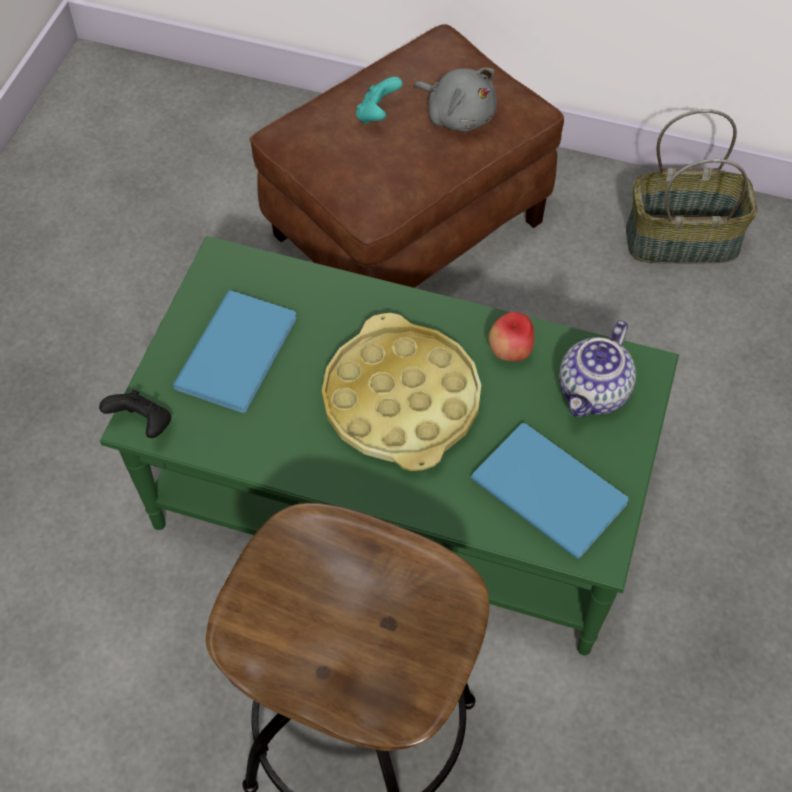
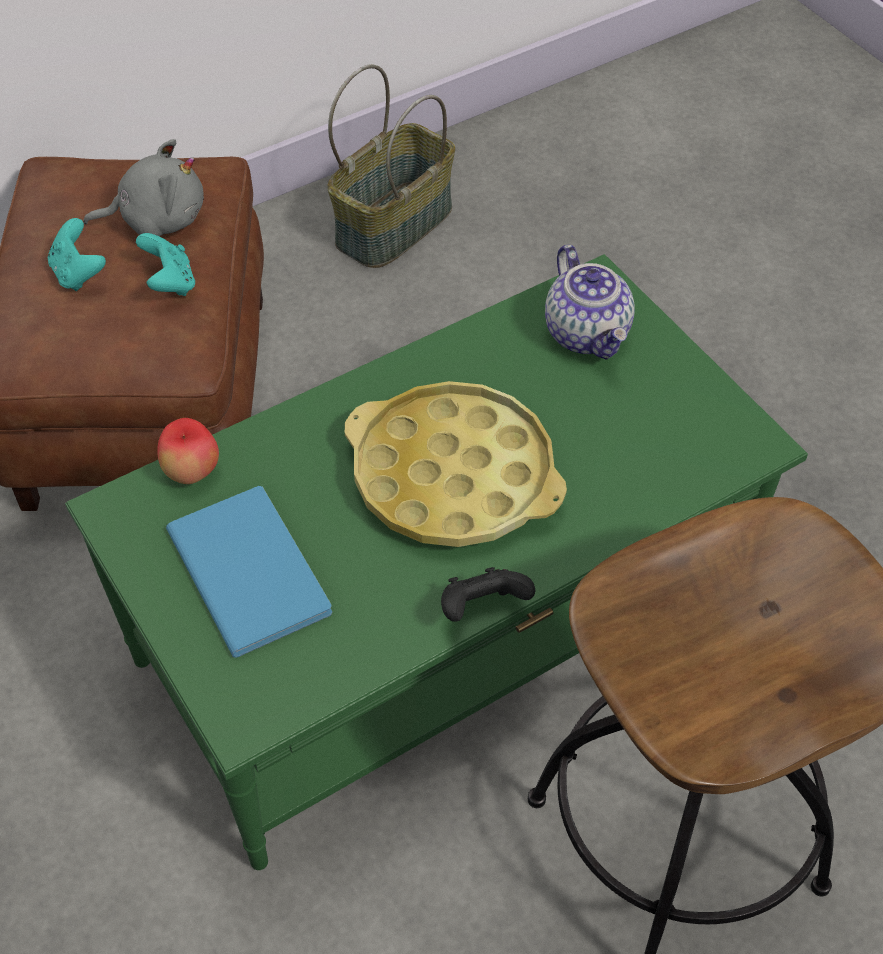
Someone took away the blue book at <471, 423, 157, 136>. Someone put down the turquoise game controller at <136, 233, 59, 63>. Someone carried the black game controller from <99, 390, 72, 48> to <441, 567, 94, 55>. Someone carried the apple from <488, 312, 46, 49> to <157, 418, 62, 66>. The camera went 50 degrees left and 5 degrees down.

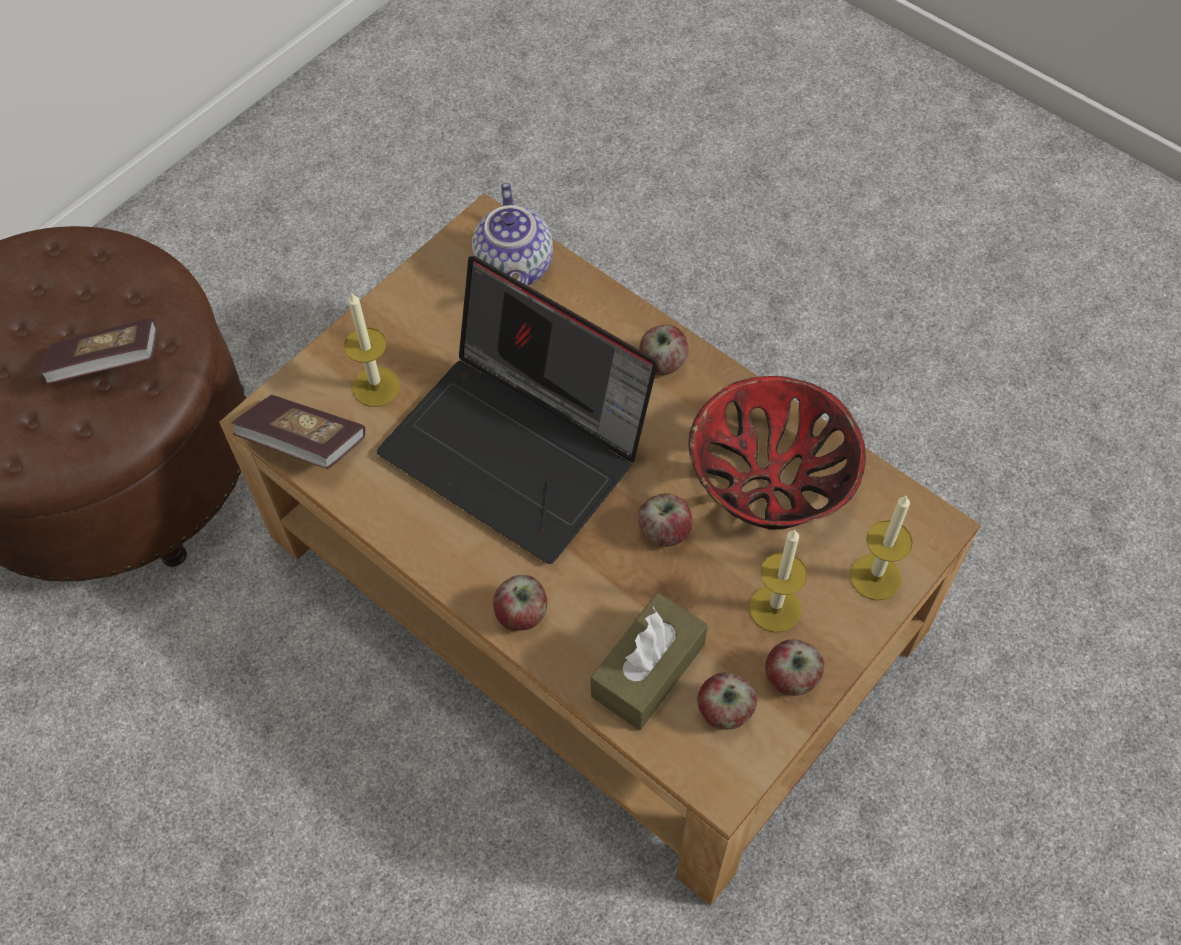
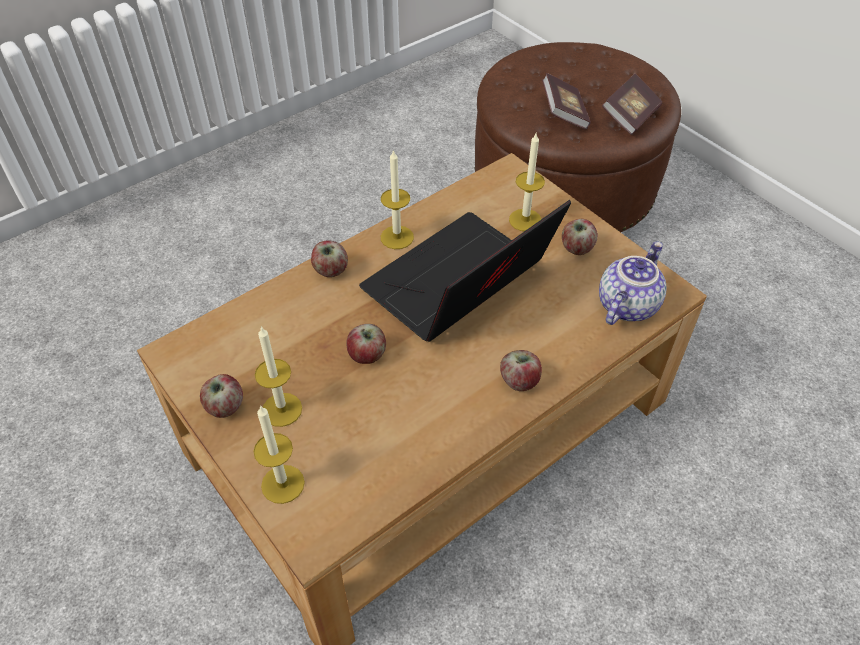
Someone took away the brown tissue box at <590, 592, 118, 138>. Someone took away the bowl at <688, 376, 178, 153>. Someone put down the candle at <381, 149, 33, 100>. Someone carried the book from <231, 395, 134, 74> to <602, 74, 60, 61>. Someone carried the apple from <697, 672, 60, 58> to <562, 219, 36, 36>. Someone rotated the teapot at <472, 183, 81, 103> by 120 degrees clockwise. The camera went 100 degrees right and 10 degrees down.

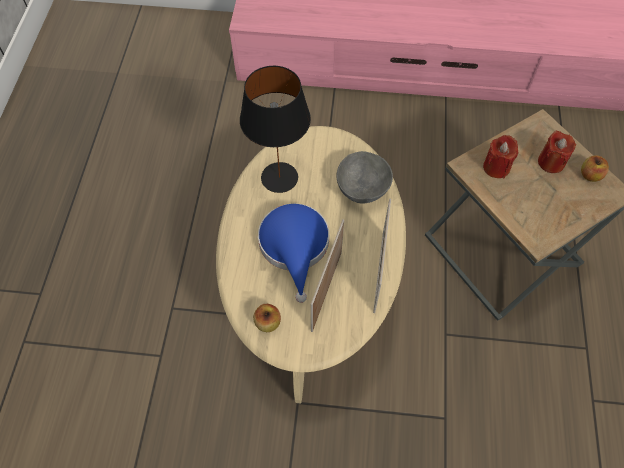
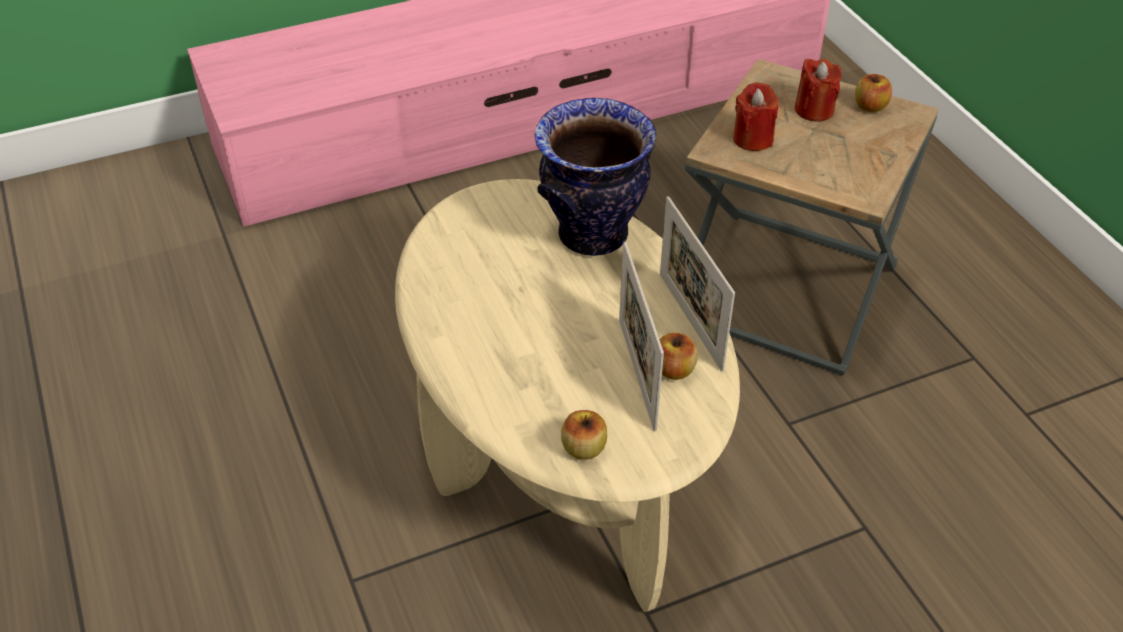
Someone took away the black table lamp at <240, 66, 71, 127>. Someone took away the blue hat at <258, 204, 71, 99>. Someone put down the apple at <659, 333, 39, 47>. Someone swapped the grey bowl at <336, 151, 57, 53> for the vase at <534, 98, 122, 158>. The camera went 30 degrees left and 15 degrees down.

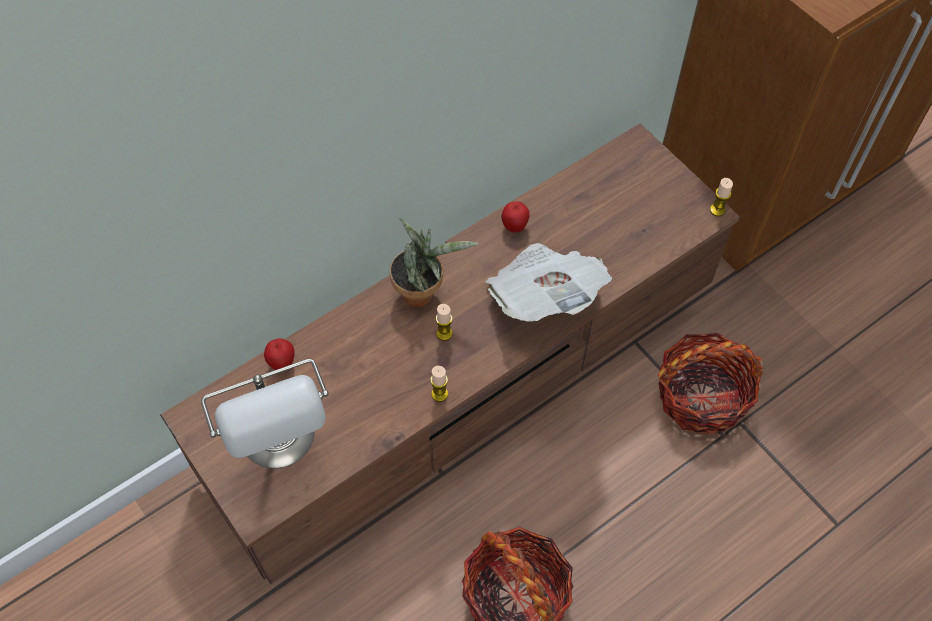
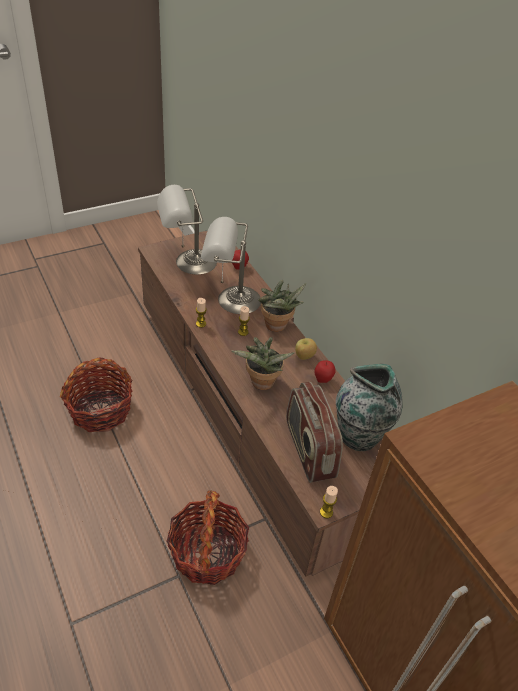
Someone put down the white table lamp at <201, 217, 60, 97>. Someone put down the radio at <286, 382, 57, 101>. Someone put down the apple at <295, 338, 22, 22>. Someone put down the vase at <336, 364, 67, 87>. Someone swapped the newspaper at <485, 243, 127, 79> for the potted plant at <231, 337, 63, 53>. The camera went 95 degrees right and 15 degrees down.

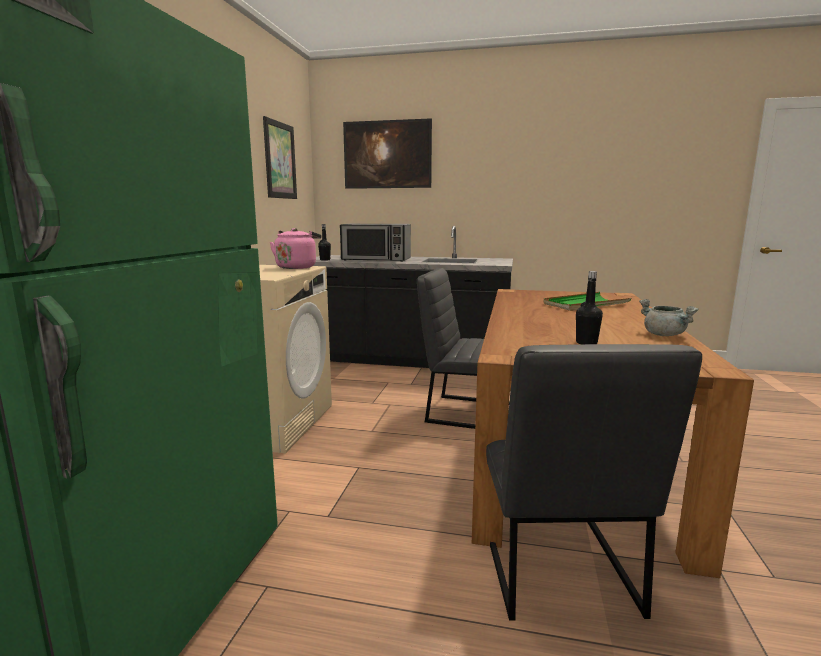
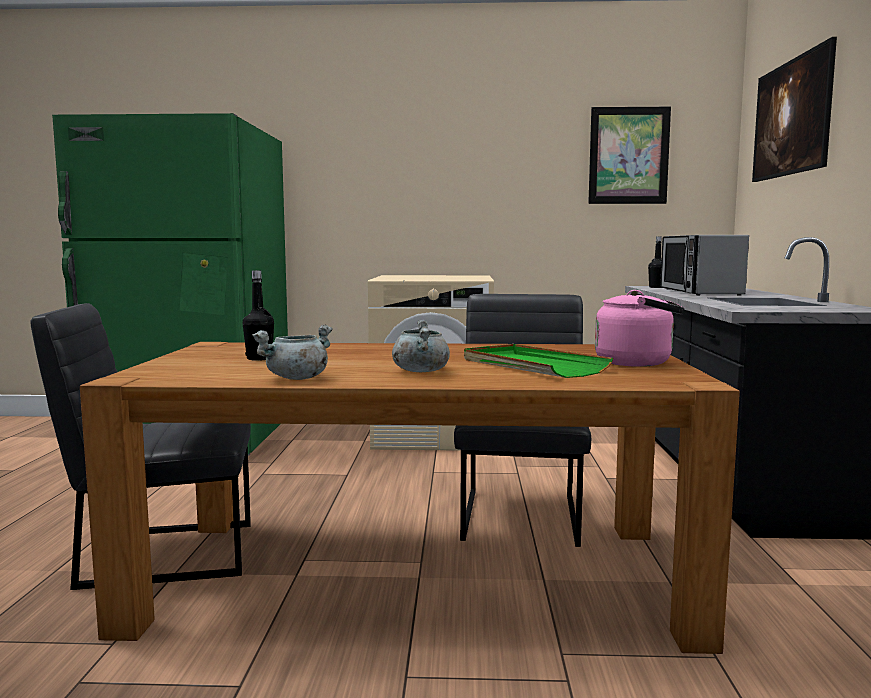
Someone put down the grey cooking pot at <392, 320, 58, 52>. Someone carried the pink kettle from <270, 228, 51, 41> to <595, 290, 89, 77>. The camera went 80 degrees right and 5 degrees down.

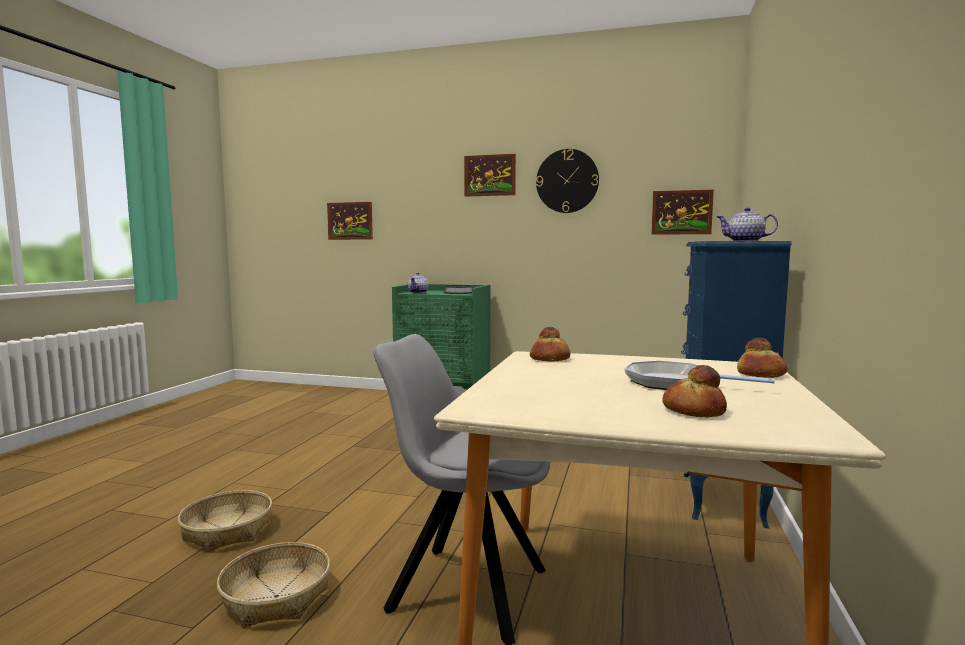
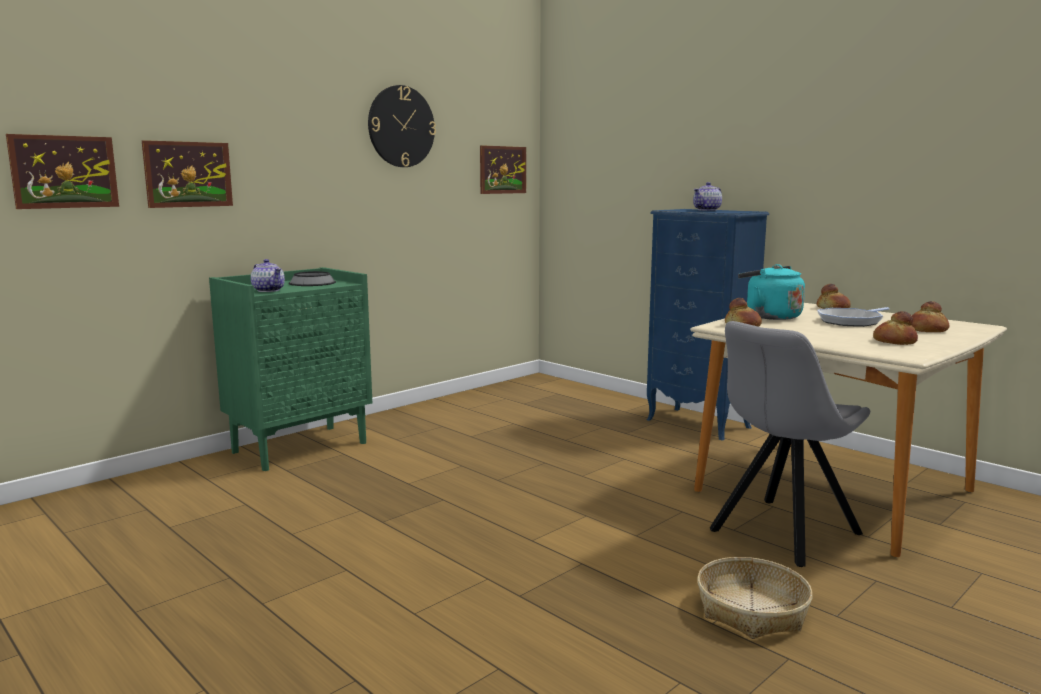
Someone took away the basket at <178, 490, 94, 62>. Someone put down the turquoise kettle at <738, 264, 67, 56>. Someone put down the bread at <873, 311, 45, 34>. Someone carried the picture from <464, 154, 52, 43> to <142, 140, 91, 68>. The camera went 60 degrees left and 5 degrees up.

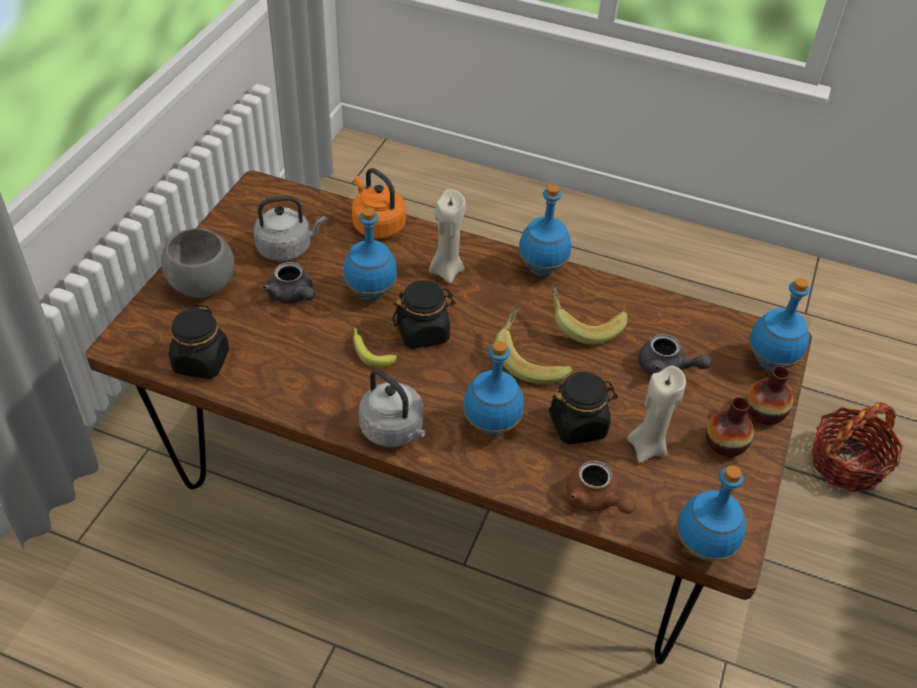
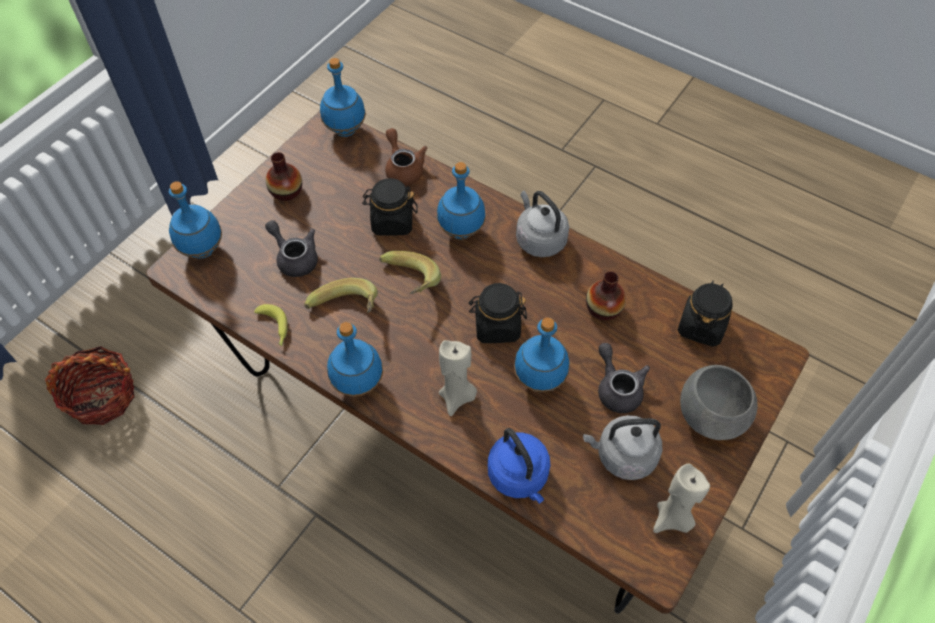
Someone carried the banana from <353, 327, 43, 40> to <254, 304, 34, 42>. Someone carried the beige candle from <627, 366, 59, 97> to <653, 464, 57, 69>. Someone carried the vase from <746, 366, 47, 59> to <586, 271, 40, 49>. Someone repainted the orange kettle at <352, 168, 54, 71>, which became the blue kettle at <488, 428, 63, 76>. The camera went 165 degrees left and 10 degrees up.

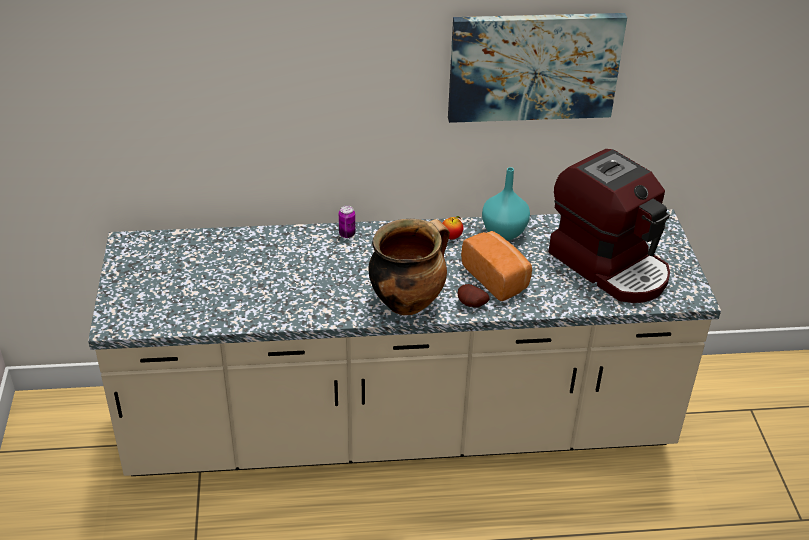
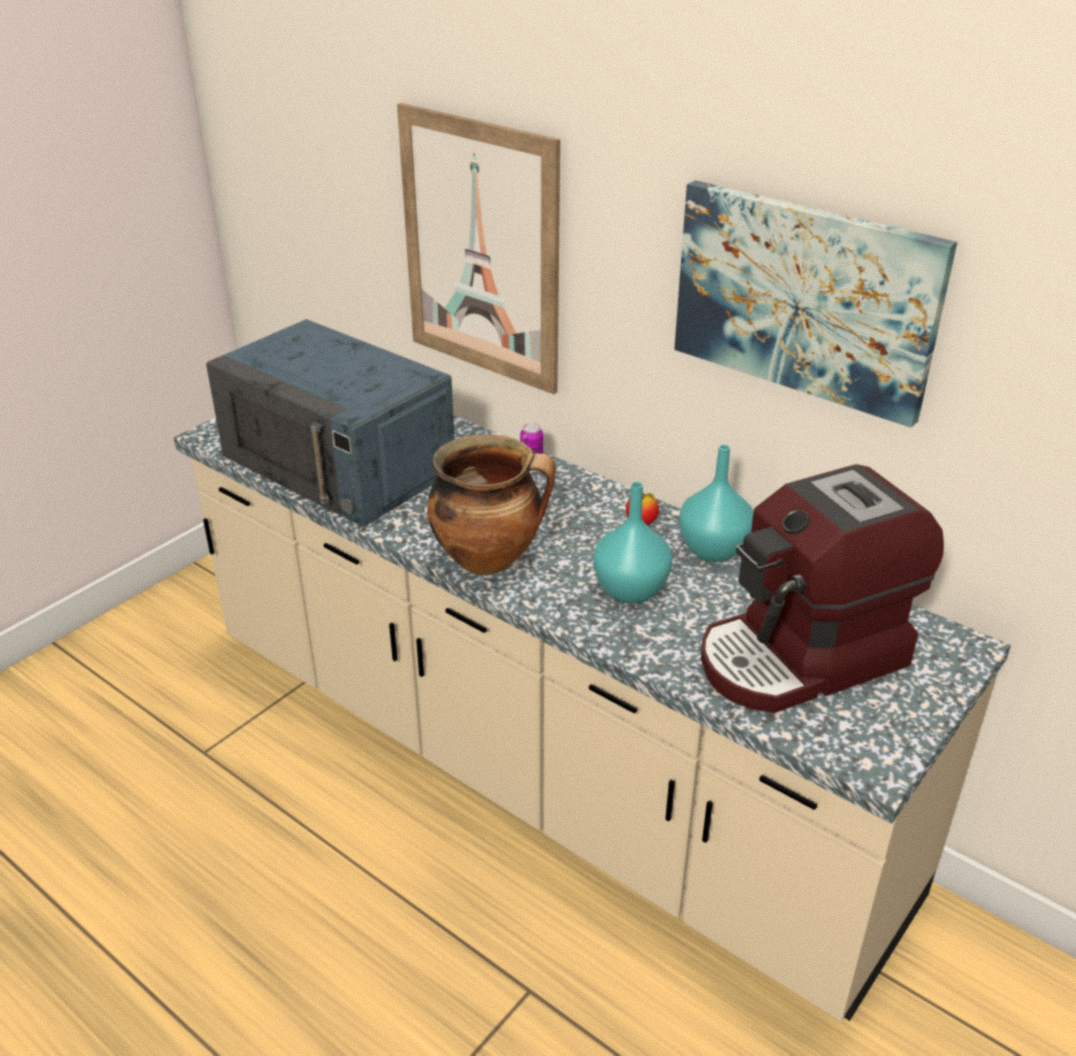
Someone took away the potato at <458, 284, 32, 24>. Someone put down the blue microwave at <206, 319, 249, 208>. Someone put up the picture at <397, 103, 163, 292>. Someone swapped the bread at <461, 231, 71, 70> for the turquoise vase at <593, 482, 79, 122>. Someone rotated the coffee machine at <549, 149, 121, 154> by 60 degrees clockwise. The camera went 45 degrees right and 5 degrees down.

